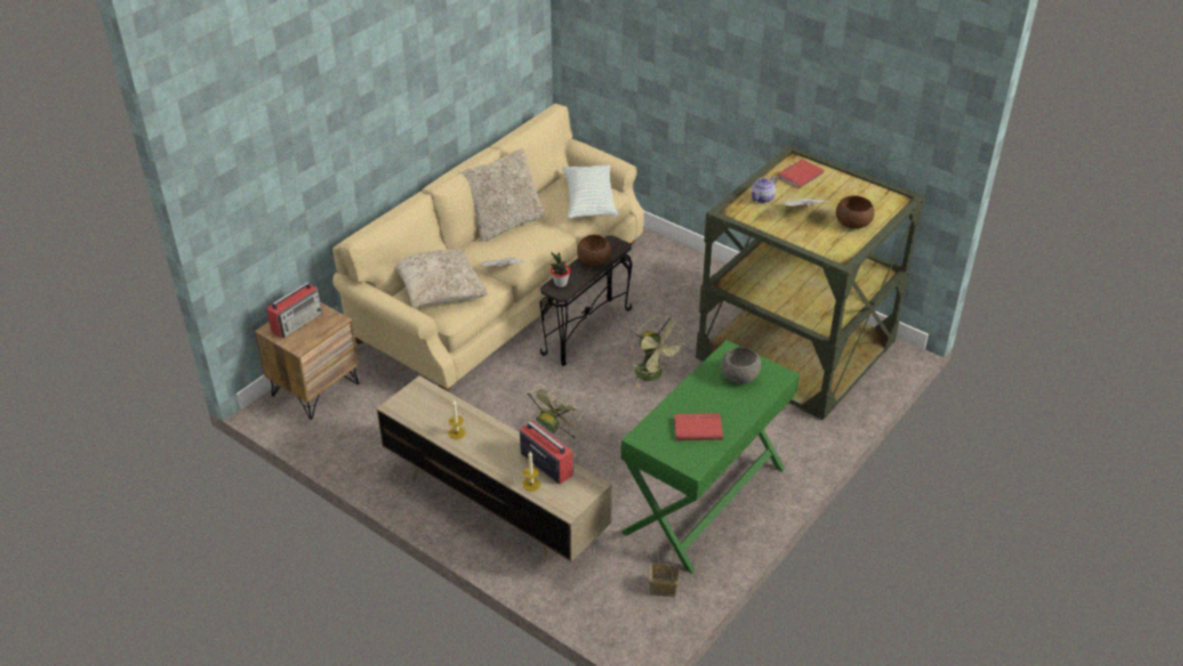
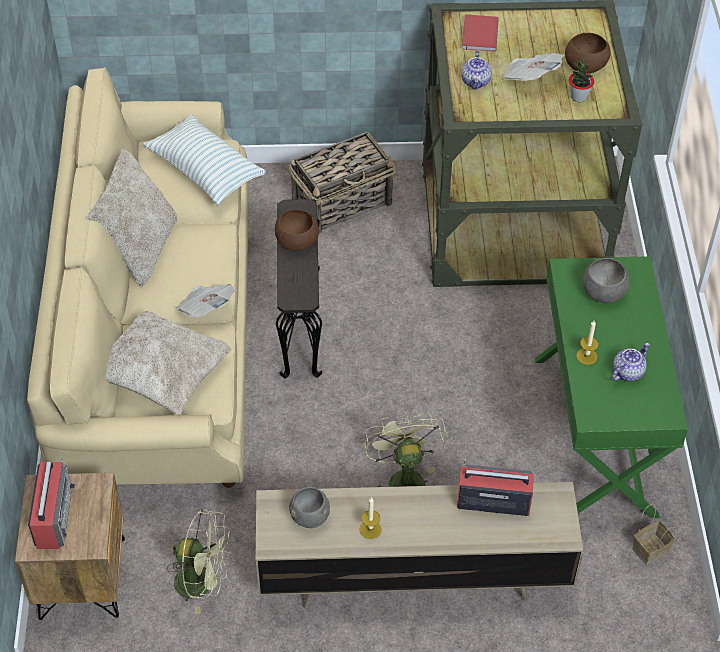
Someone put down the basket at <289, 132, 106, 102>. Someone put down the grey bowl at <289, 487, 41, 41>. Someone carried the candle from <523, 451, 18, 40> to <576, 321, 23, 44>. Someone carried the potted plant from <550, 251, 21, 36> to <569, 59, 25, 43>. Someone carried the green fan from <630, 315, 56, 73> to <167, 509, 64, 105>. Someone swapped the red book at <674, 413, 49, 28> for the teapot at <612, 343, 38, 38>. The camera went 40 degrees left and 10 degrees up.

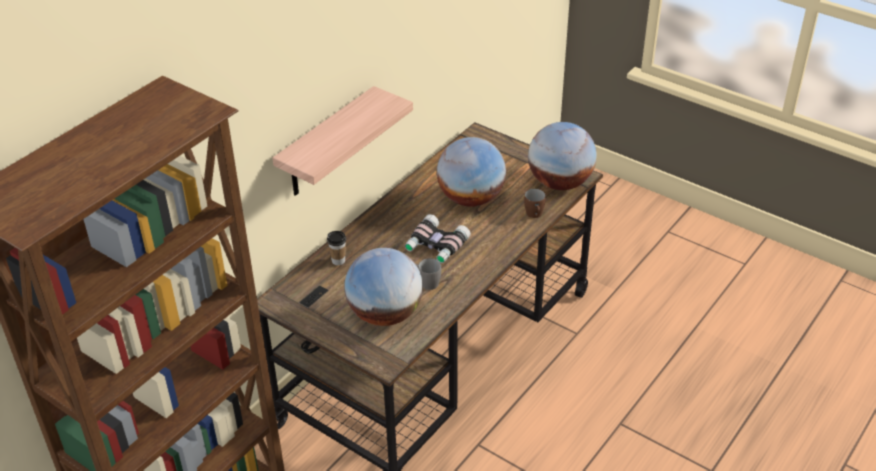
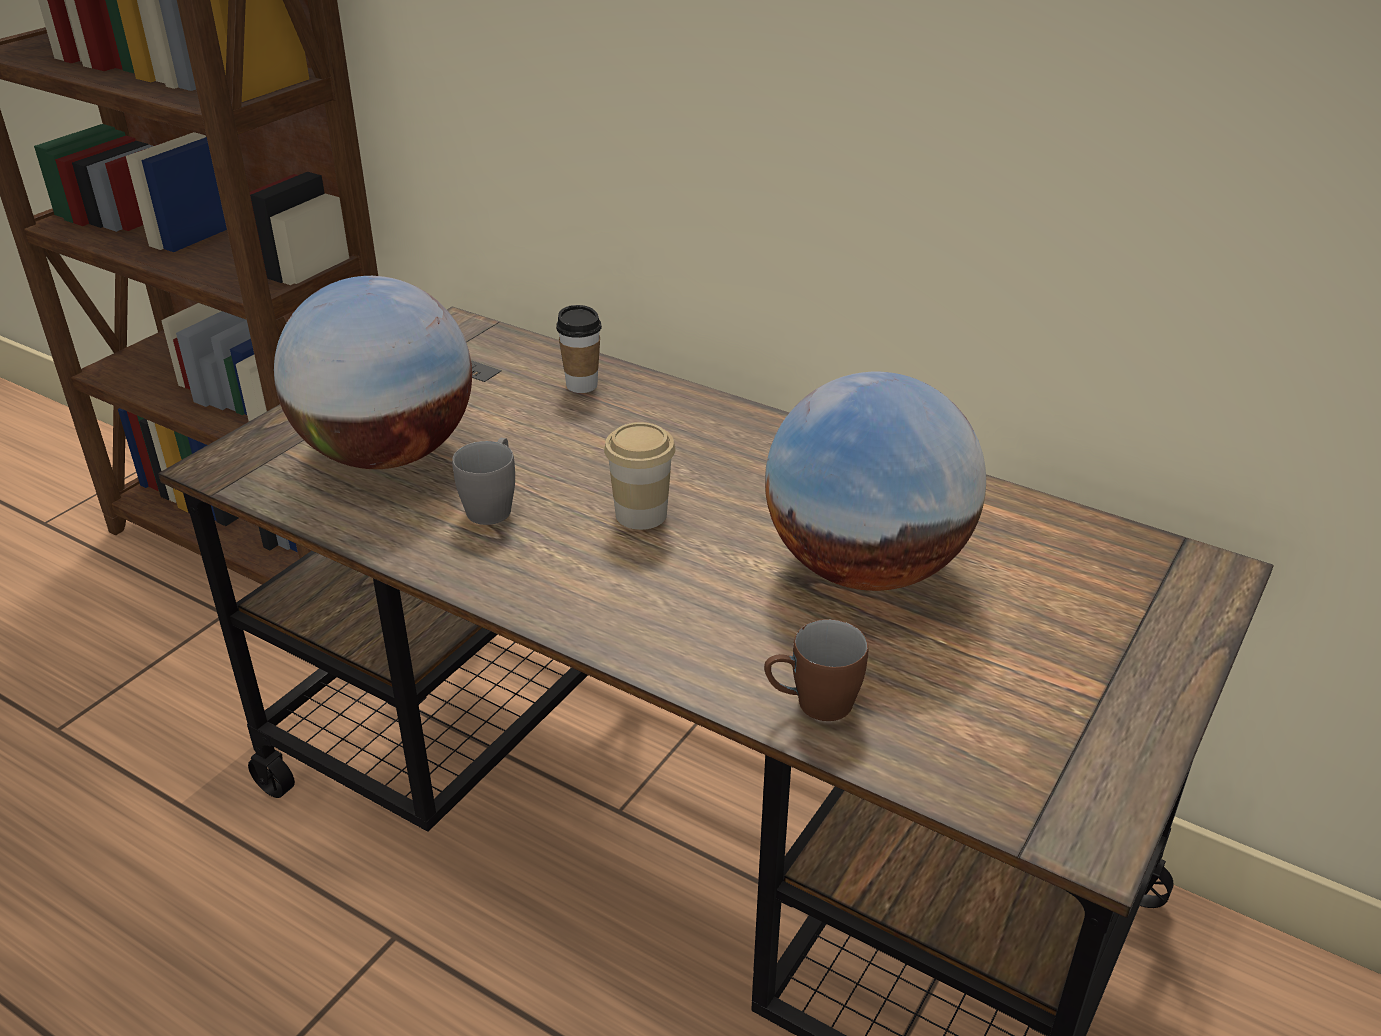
Someone took away the shelf at <273, 86, 140, 110>. Someone took away the globe at <528, 122, 69, 68>. Someone swapped the binoculars at <405, 214, 66, 49> for the cup at <604, 422, 71, 108>. The camera went 85 degrees right and 5 degrees down.

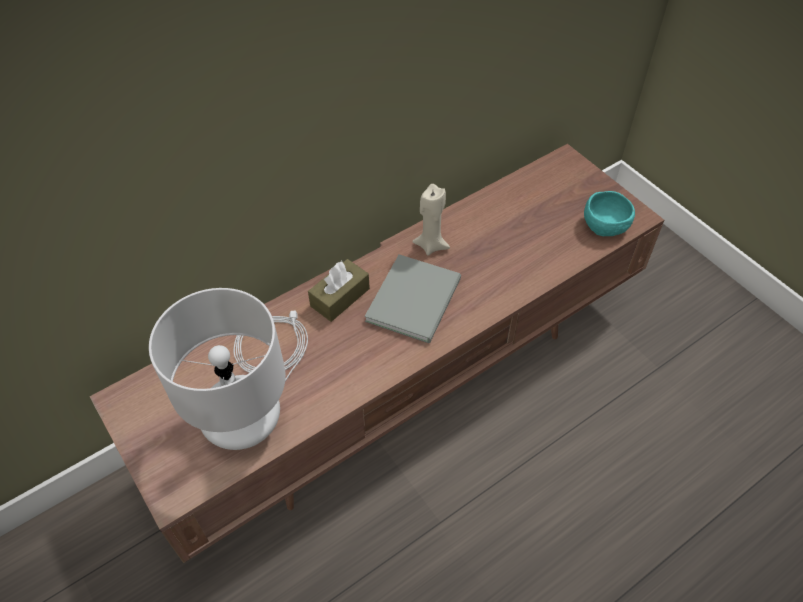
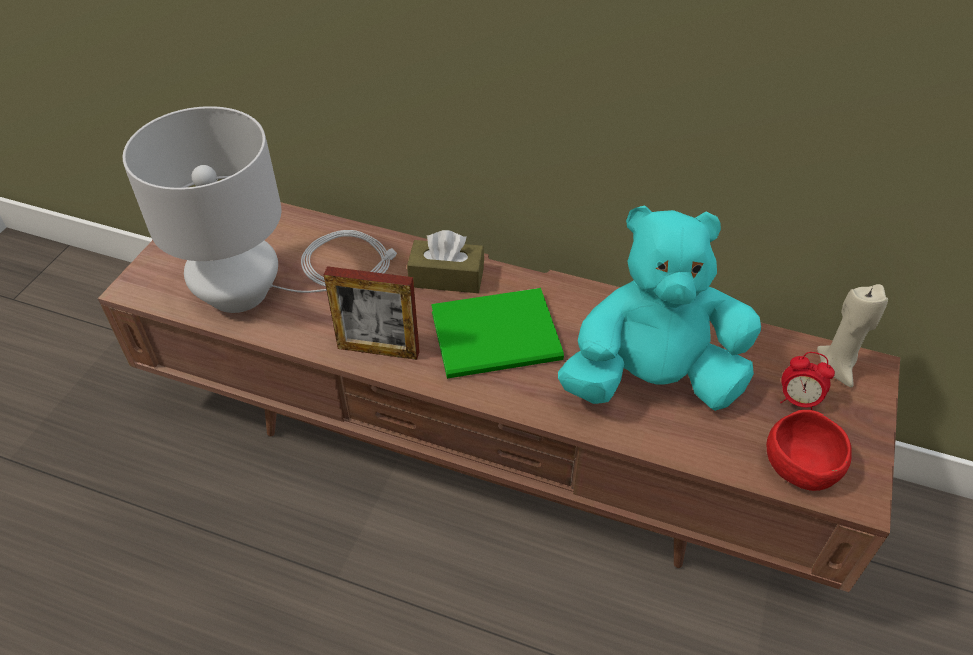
Someone put down the picture frame at <324, 266, 96, 94>. Someone put down the turquoise plush toy at <558, 205, 203, 206>. Someone put down the alarm clock at <780, 352, 55, 58>. Someone carried the beige candle from <412, 184, 38, 72> to <817, 284, 71, 103>. Someone repainted the grey book at <365, 254, 96, 89>, which became the green book at <431, 288, 133, 91>. Someone repainted the turquoise bowl at <584, 191, 51, 45>, which became the red bowl at <766, 410, 86, 81>. The camera went 55 degrees right and 5 degrees down.

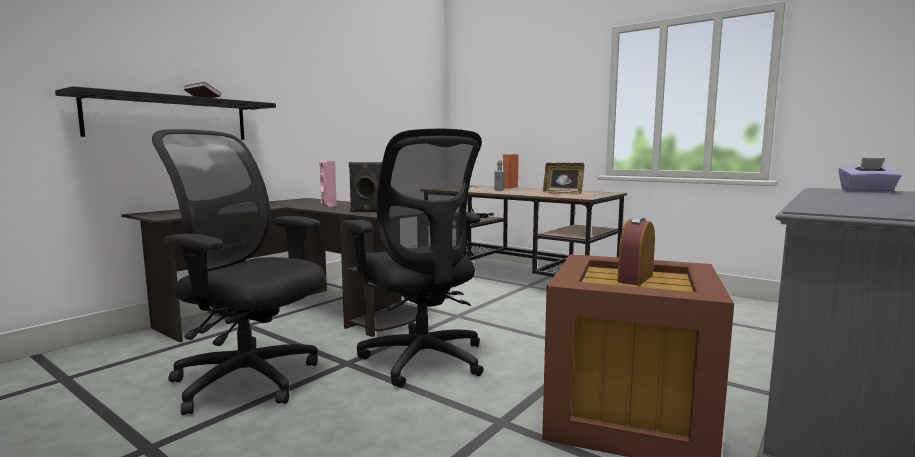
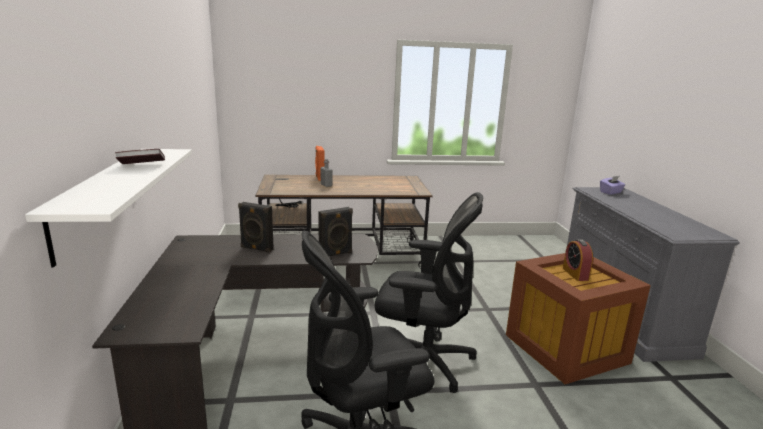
Someone took away the picture frame at <543, 163, 41, 31>. Someone repainted the black shelf at <55, 86, 221, 54>, which became the white shelf at <25, 149, 167, 118>. Someone repainted the pink speaker at <319, 160, 18, 47>, which became the black speaker at <238, 202, 36, 51>. The camera went 45 degrees left and 10 degrees up.

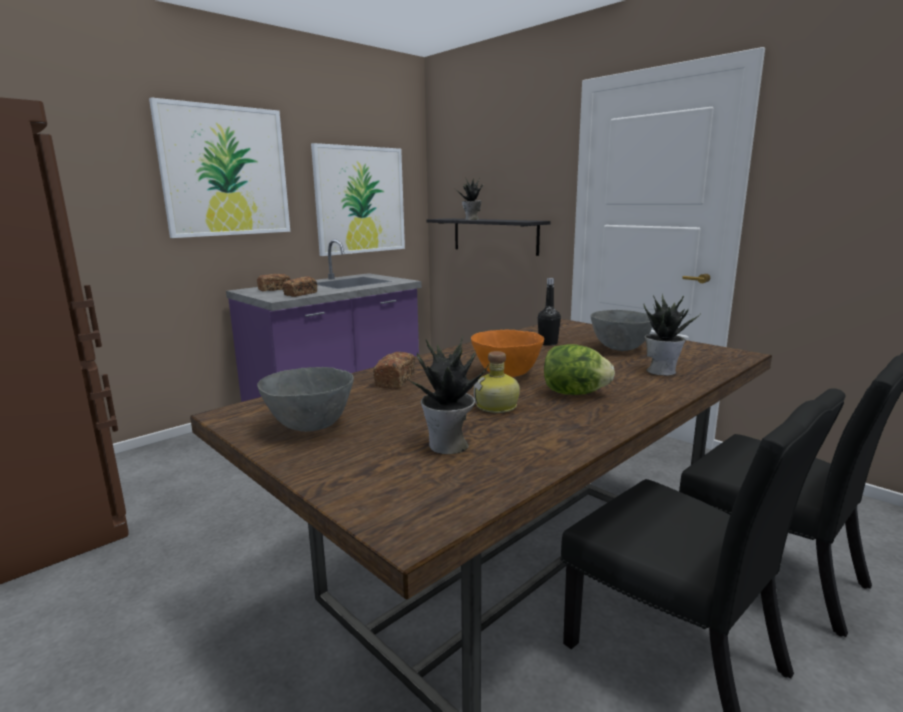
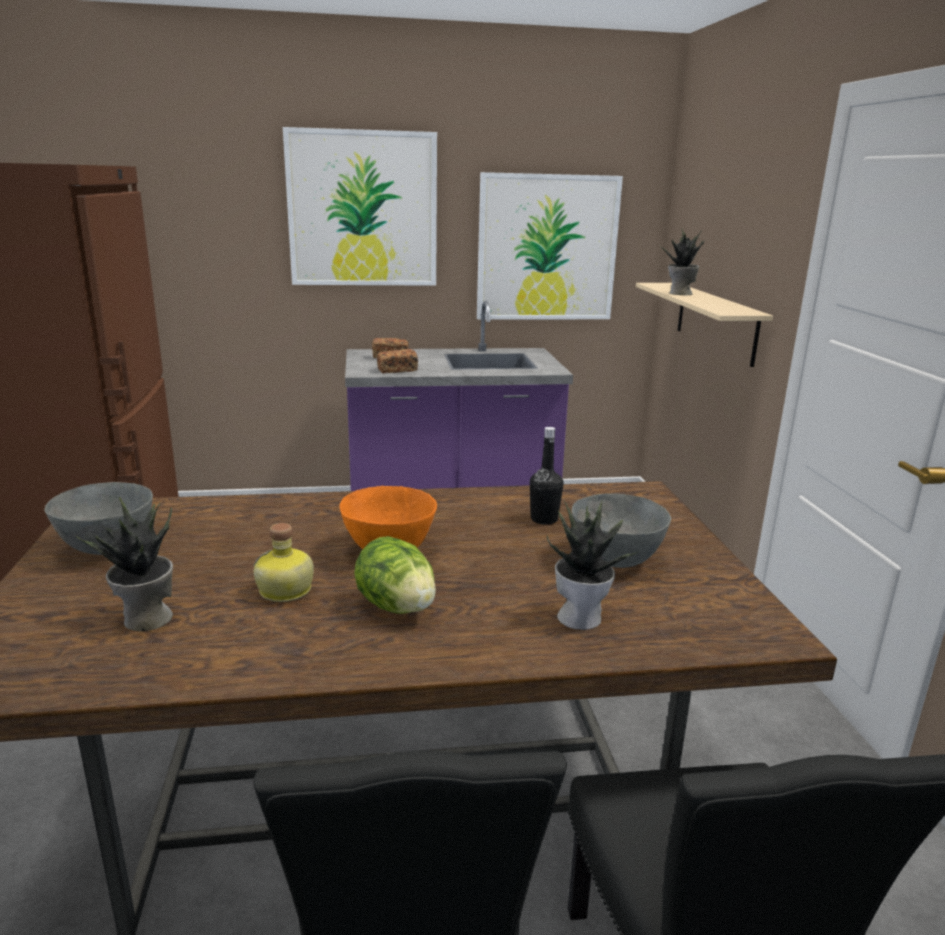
Someone took away the bread at <373, 352, 42, 37>. Someone repainted the black shelf at <426, 218, 125, 38>, which became the beige shelf at <636, 283, 137, 84>. The camera went 35 degrees right and 5 degrees up.

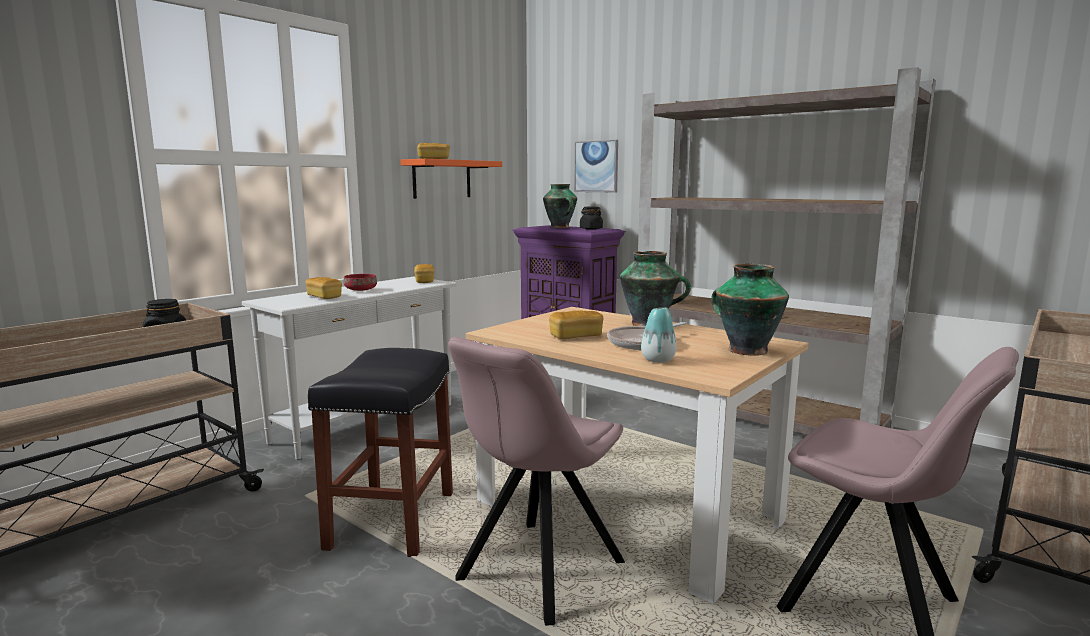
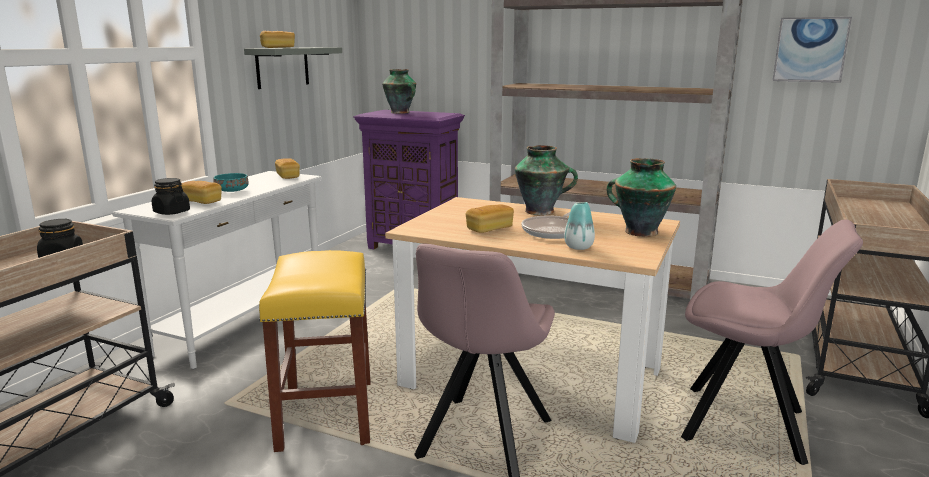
Someone carried the picture from <574, 140, 44, 52> to <772, 17, 80, 66>. Someone carried the black jar from <580, 207, 23, 23> to <152, 178, 38, 37>. Someone repainted the black stool at <308, 348, 145, 209>, which became the yellow stool at <259, 250, 112, 202>. Someone repainted the red bowl at <344, 274, 33, 17>, which became the turquoise bowl at <213, 173, 36, 19>. Someone repainted the orange shelf at <400, 159, 102, 40>, which became the grey shelf at <244, 47, 98, 42>. The camera went 15 degrees left and 5 degrees up.

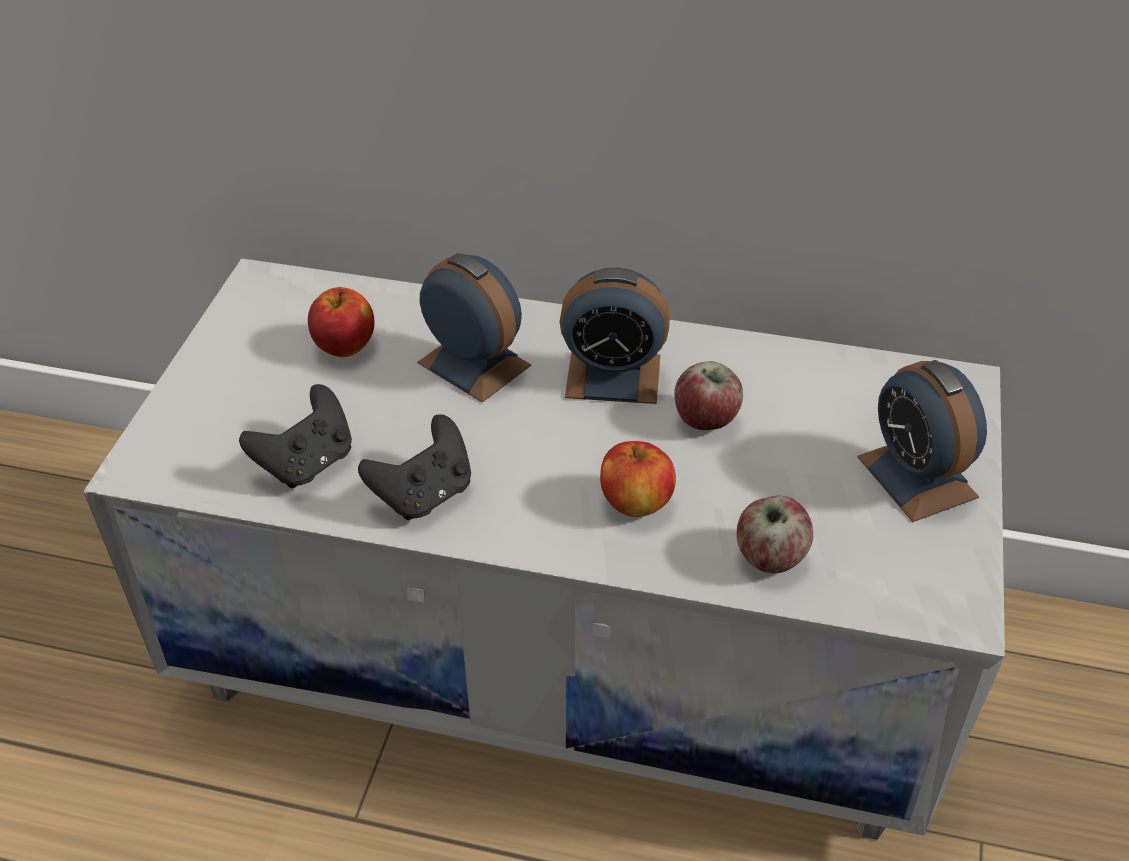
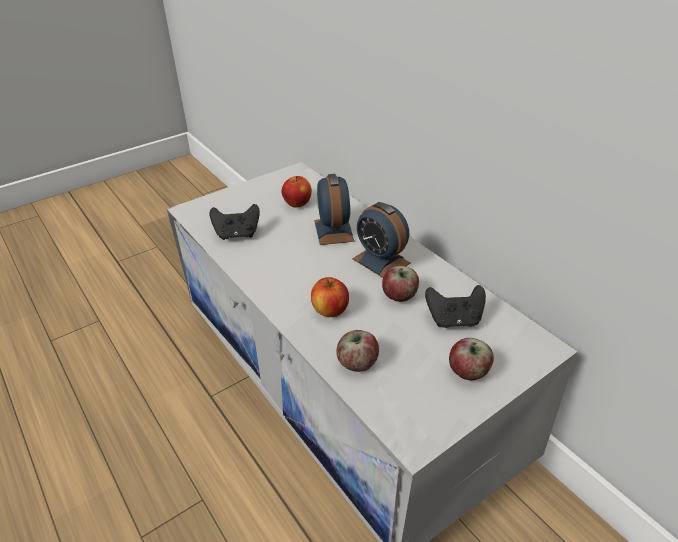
Someone carried the black game controller from <358, 414, 113, 106> to <425, 285, 61, 43>. Someone swapped the alarm clock at <857, 360, 130, 162> for the apple at <449, 338, 45, 42>. The camera went 40 degrees right and 5 degrees down.

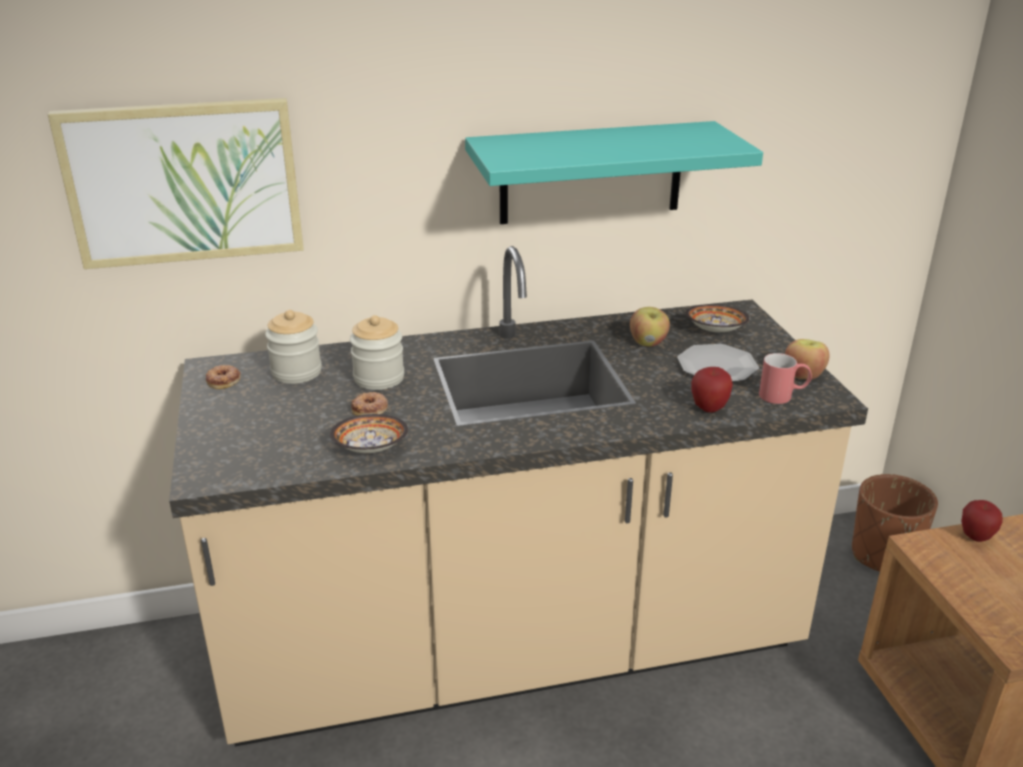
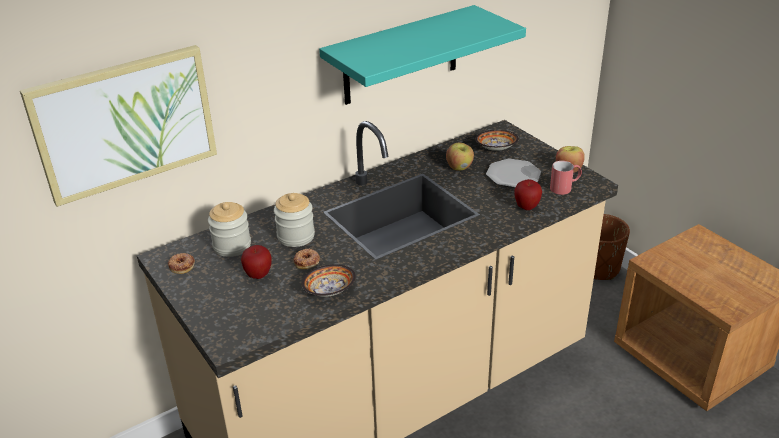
Someone carried the apple from <961, 500, 42, 42> to <241, 245, 31, 34>. The camera went 20 degrees left and 5 degrees up.

